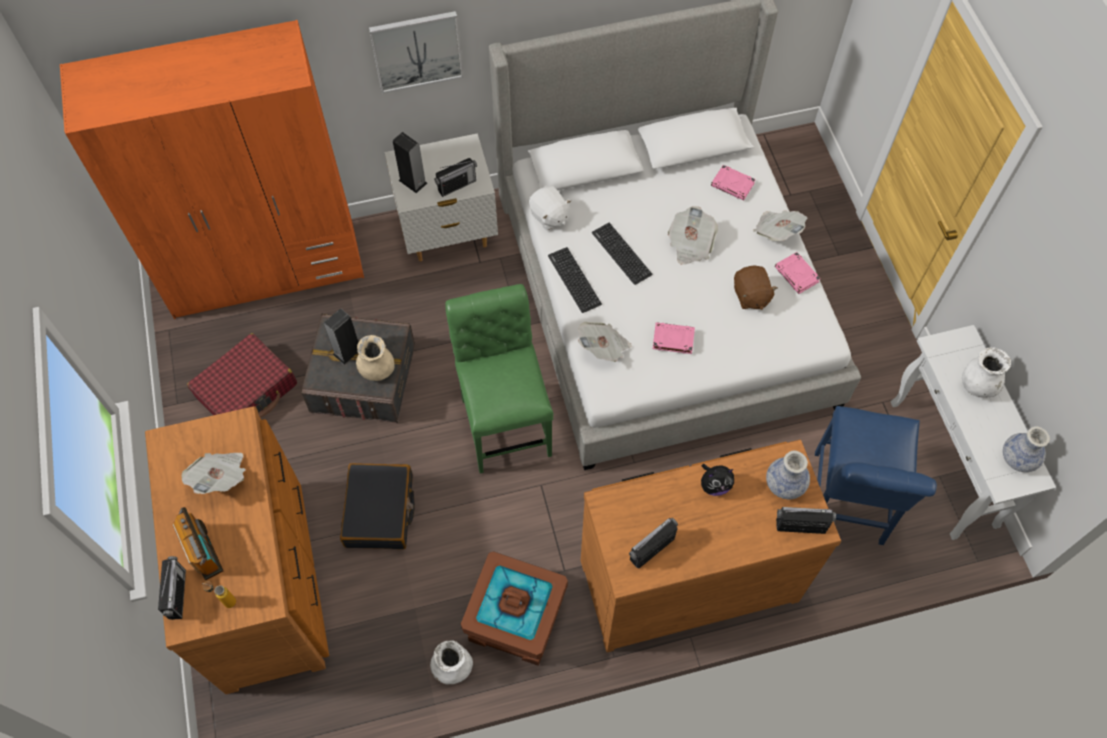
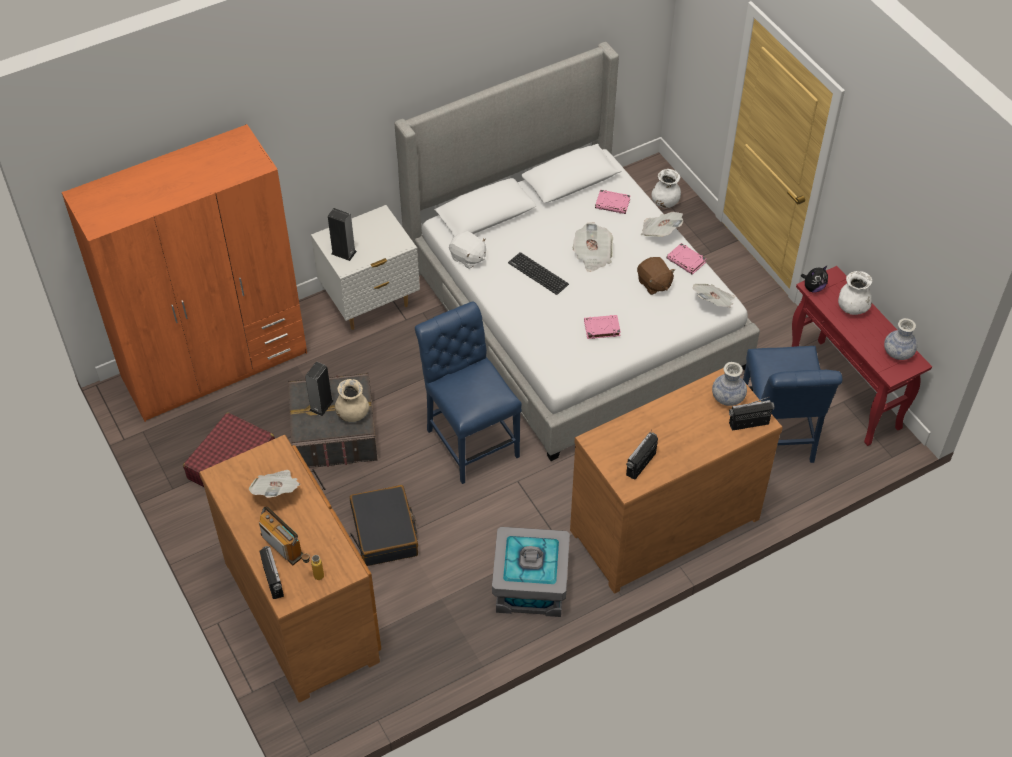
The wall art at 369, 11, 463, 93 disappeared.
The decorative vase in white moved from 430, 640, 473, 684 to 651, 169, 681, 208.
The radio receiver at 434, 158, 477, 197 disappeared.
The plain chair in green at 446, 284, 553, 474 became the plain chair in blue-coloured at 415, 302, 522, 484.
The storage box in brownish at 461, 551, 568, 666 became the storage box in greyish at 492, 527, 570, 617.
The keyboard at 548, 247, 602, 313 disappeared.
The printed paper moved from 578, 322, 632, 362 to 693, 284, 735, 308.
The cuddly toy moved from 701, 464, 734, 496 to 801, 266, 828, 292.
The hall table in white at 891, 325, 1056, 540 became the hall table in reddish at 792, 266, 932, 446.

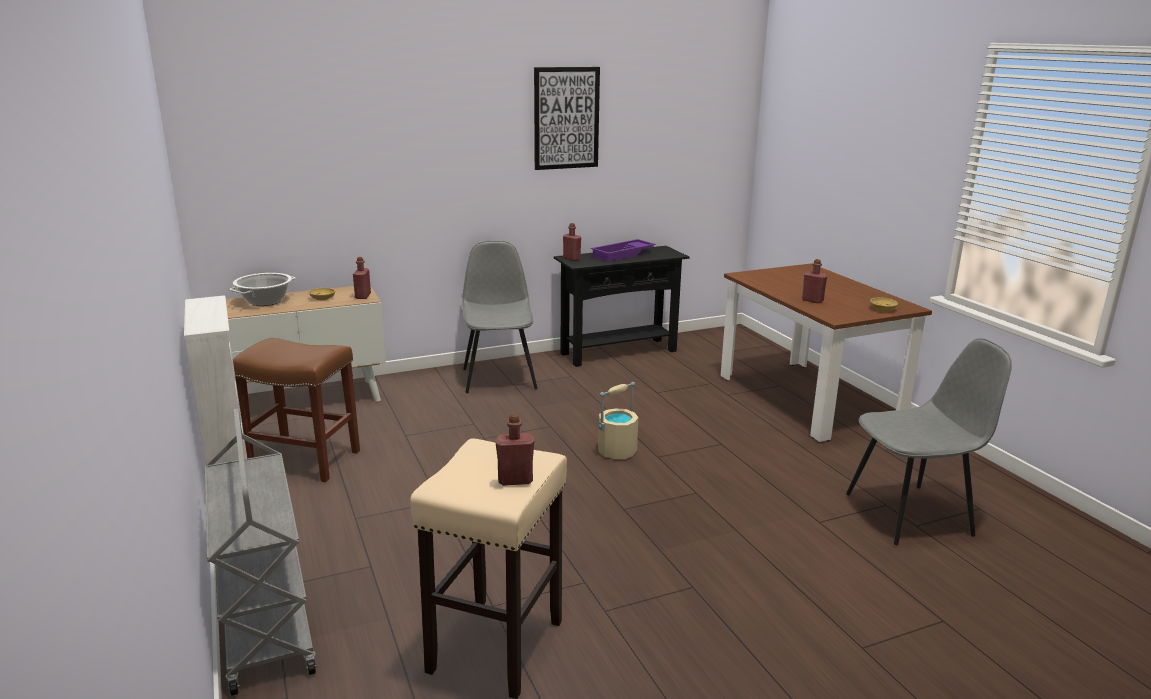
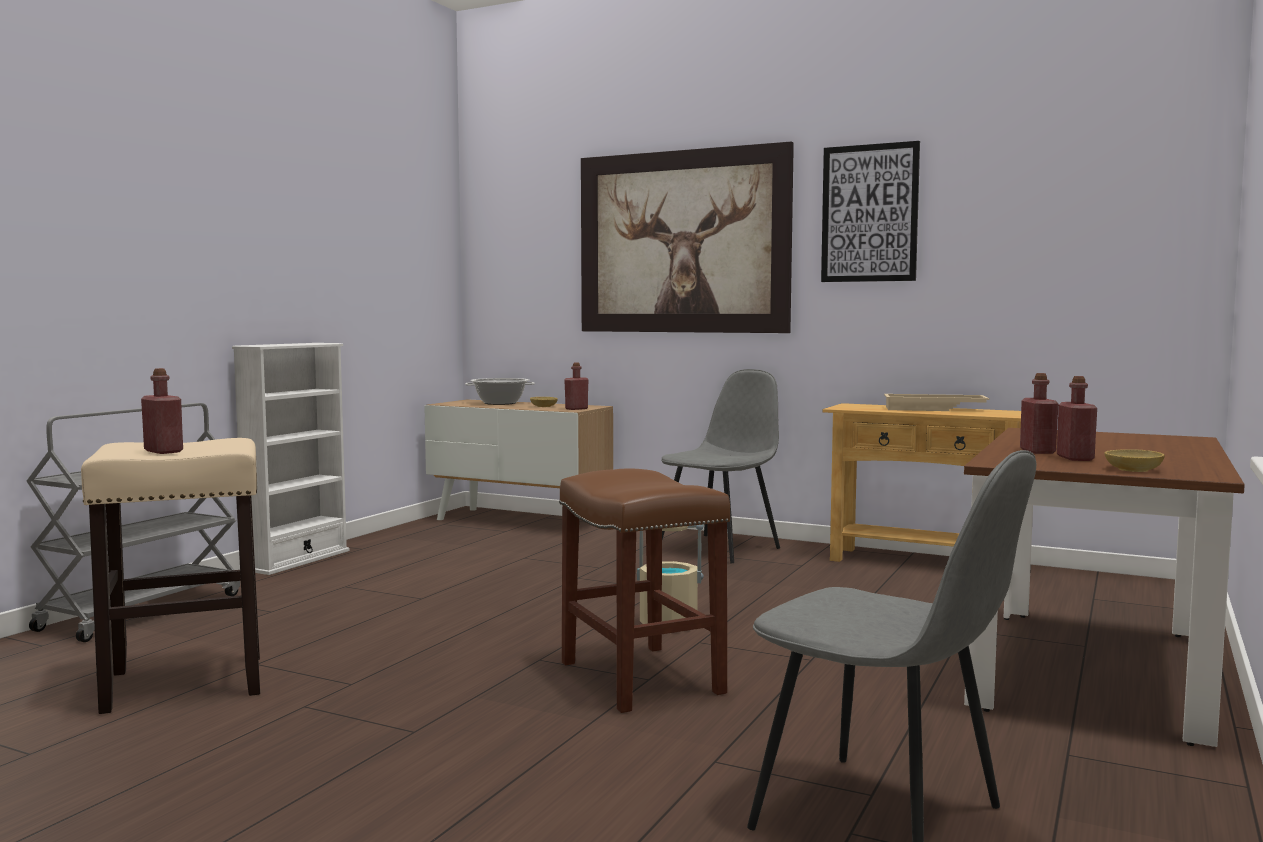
The stool seat in brownish moved from 233, 338, 360, 482 to 559, 468, 730, 713.
The hall table in black-coloured at 554, 246, 690, 367 became the hall table in beige at 822, 403, 1021, 562.
The drink bottle in reddish moved from 563, 223, 581, 261 to 1057, 376, 1097, 461.
The serving tray in purple at 591, 239, 656, 262 became the serving tray in beige at 884, 394, 989, 411.
The wall art at 581, 141, 794, 333 appeared.

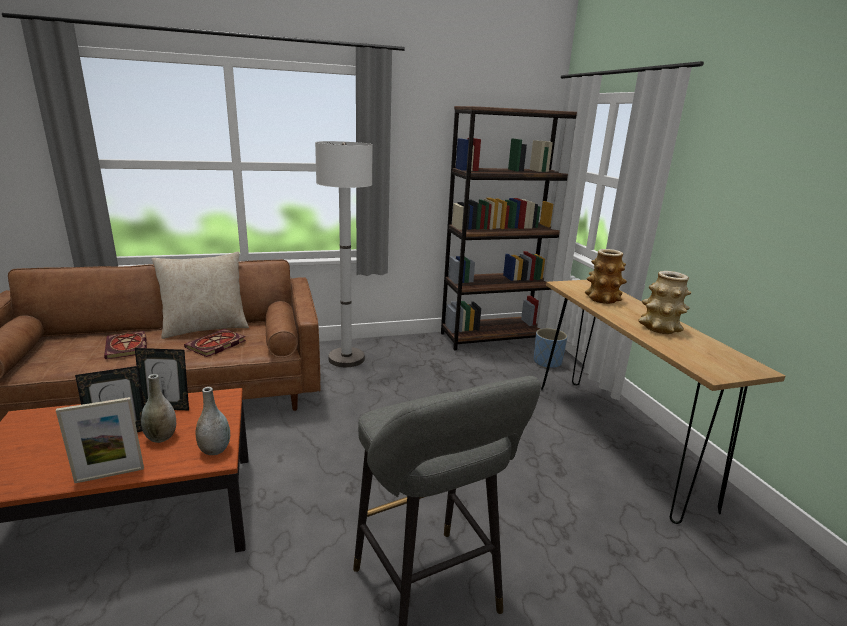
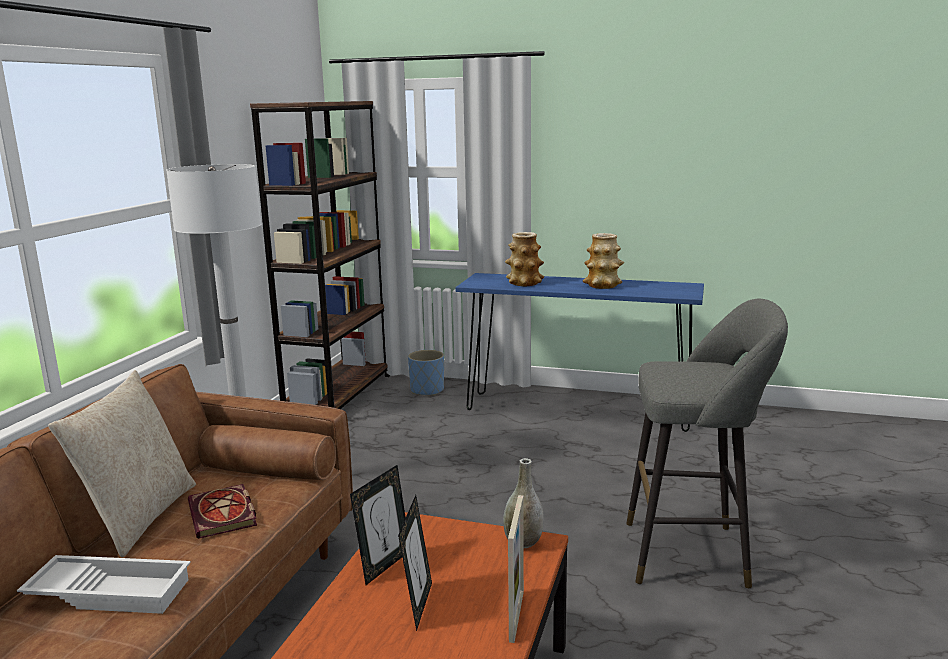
The book at 104, 331, 147, 359 was replaced by the serving tray in white at 17, 555, 191, 614.
The decorative vase in greyish at 141, 374, 176, 443 disappeared.
The hall table in brownish at 541, 280, 786, 524 became the hall table in blue-coloured at 455, 273, 704, 432.

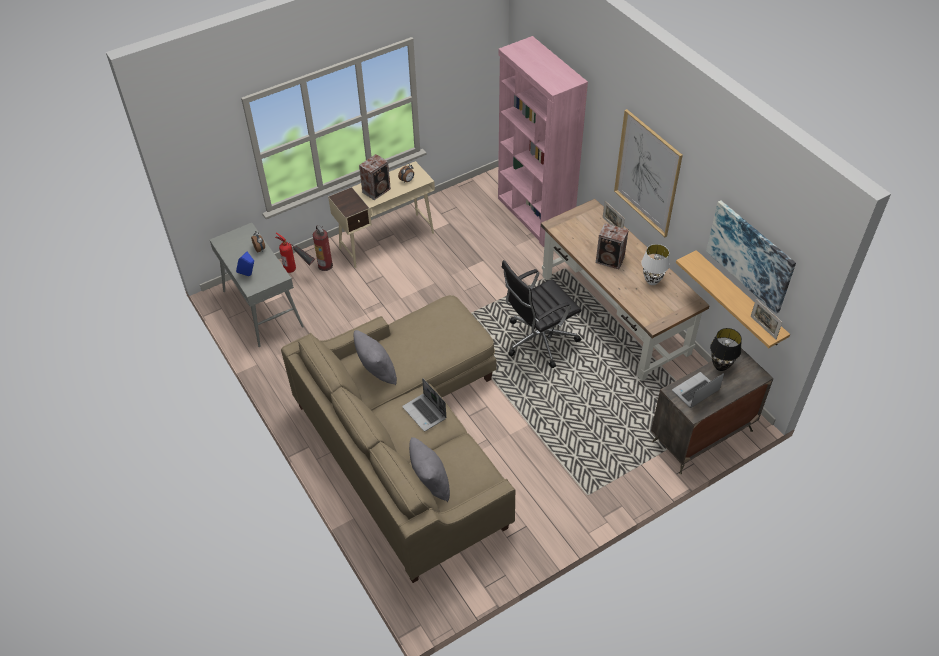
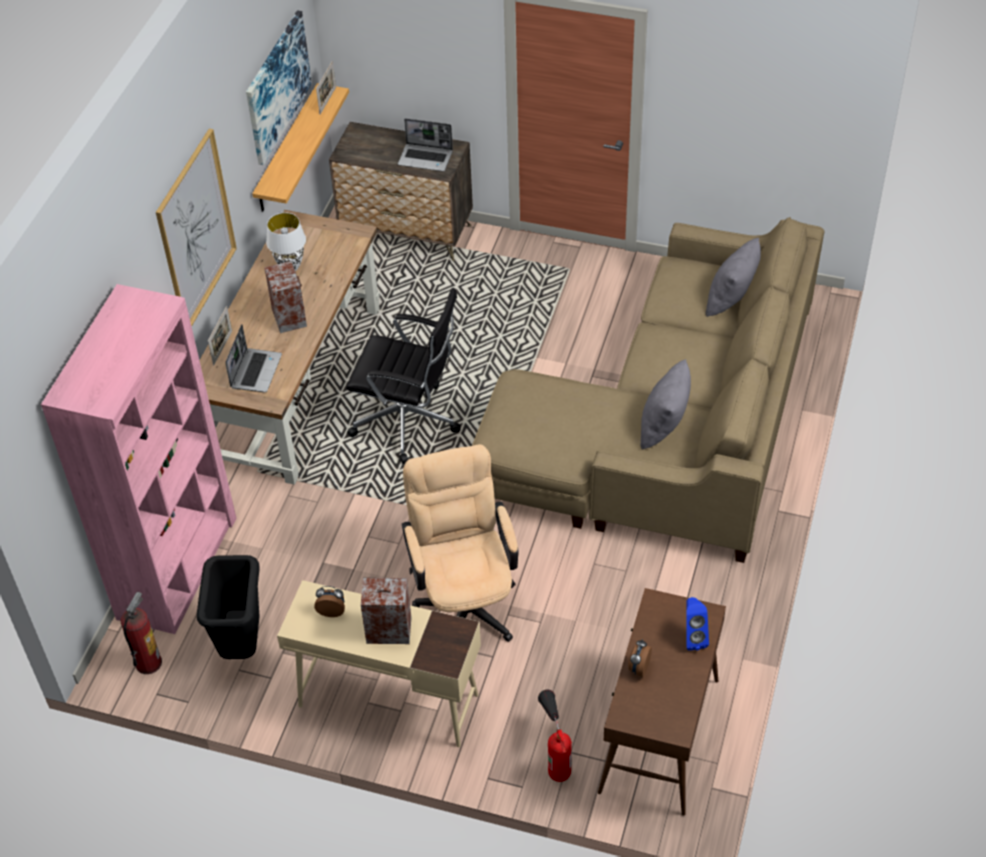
The hall table in greyish at 210, 223, 304, 347 became the hall table in brownish at 598, 588, 726, 816.
The extinguisher moved from 313, 225, 333, 271 to 121, 592, 162, 674.
The notebook computer moved from 402, 378, 446, 431 to 225, 324, 282, 393.
The lamp for a table in black-coloured at 710, 328, 742, 371 disappeared.
The rubbish bin in black-coloured at 197, 555, 260, 659 appeared.
The desk chair in beige at 402, 444, 519, 641 appeared.

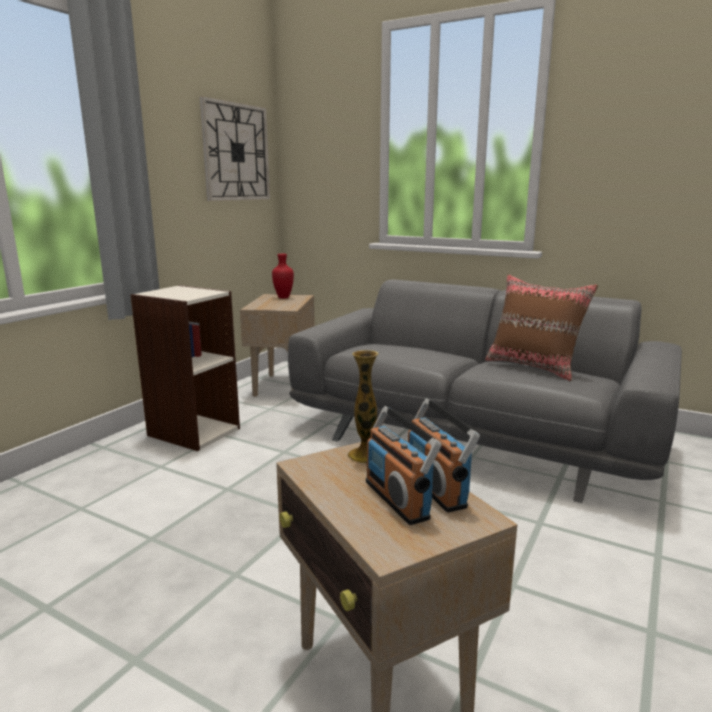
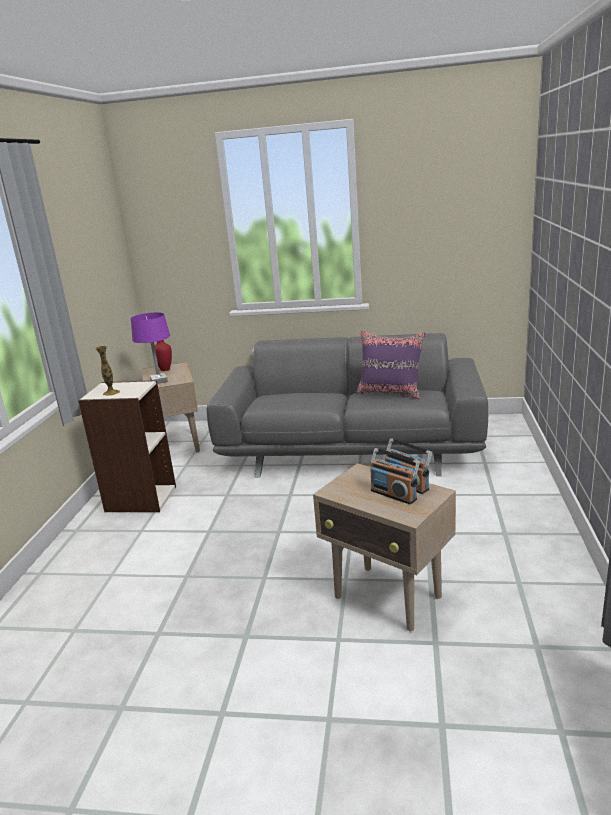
The wall clock at 200, 96, 270, 201 disappeared.
The decorative vase moved from 347, 350, 379, 464 to 95, 346, 120, 396.
The cushion in brownish at 485, 274, 598, 381 became the cushion in purple at 356, 331, 425, 399.
The lamp for a table in purple at 131, 312, 170, 384 appeared.

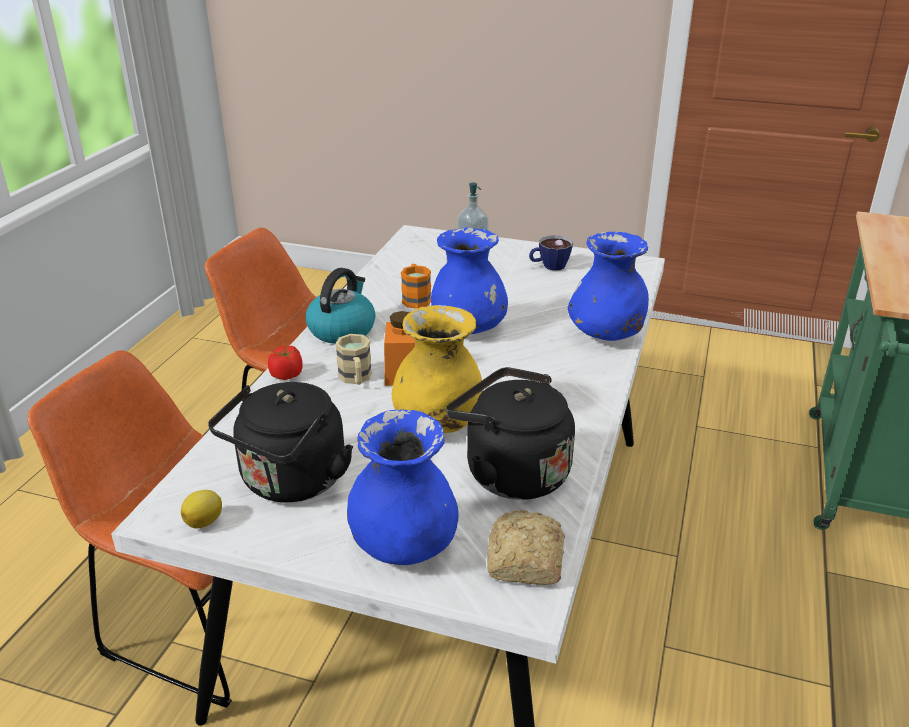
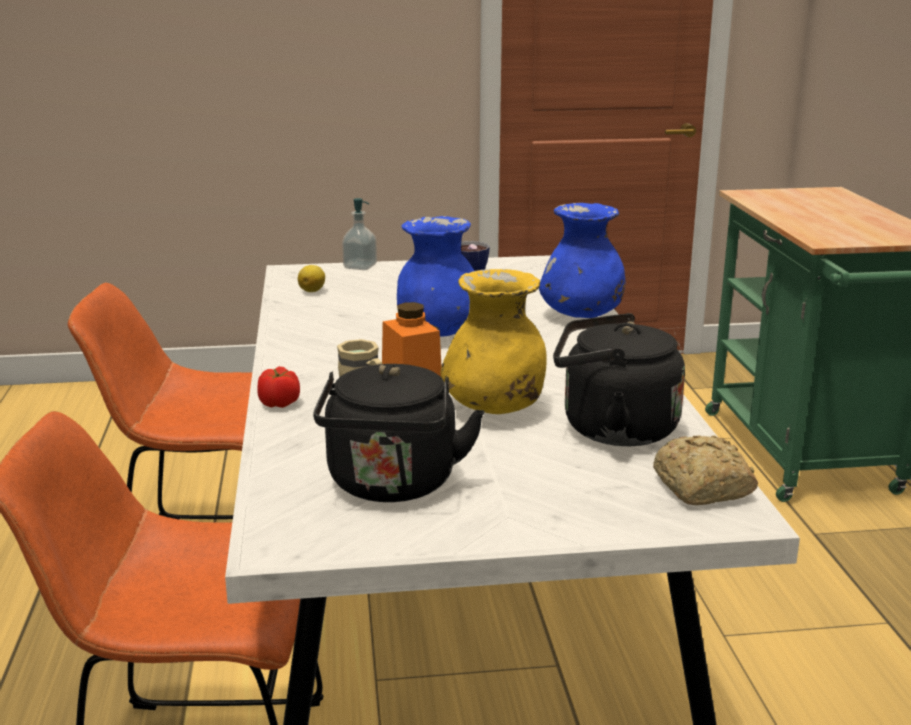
The citrus fruit moved from 181, 490, 222, 529 to 298, 265, 325, 292.
The tea kettle at 305, 268, 376, 344 disappeared.
The decorative vase in blue-coloured at 347, 410, 458, 565 disappeared.
The mug in orange at 401, 264, 431, 309 disappeared.

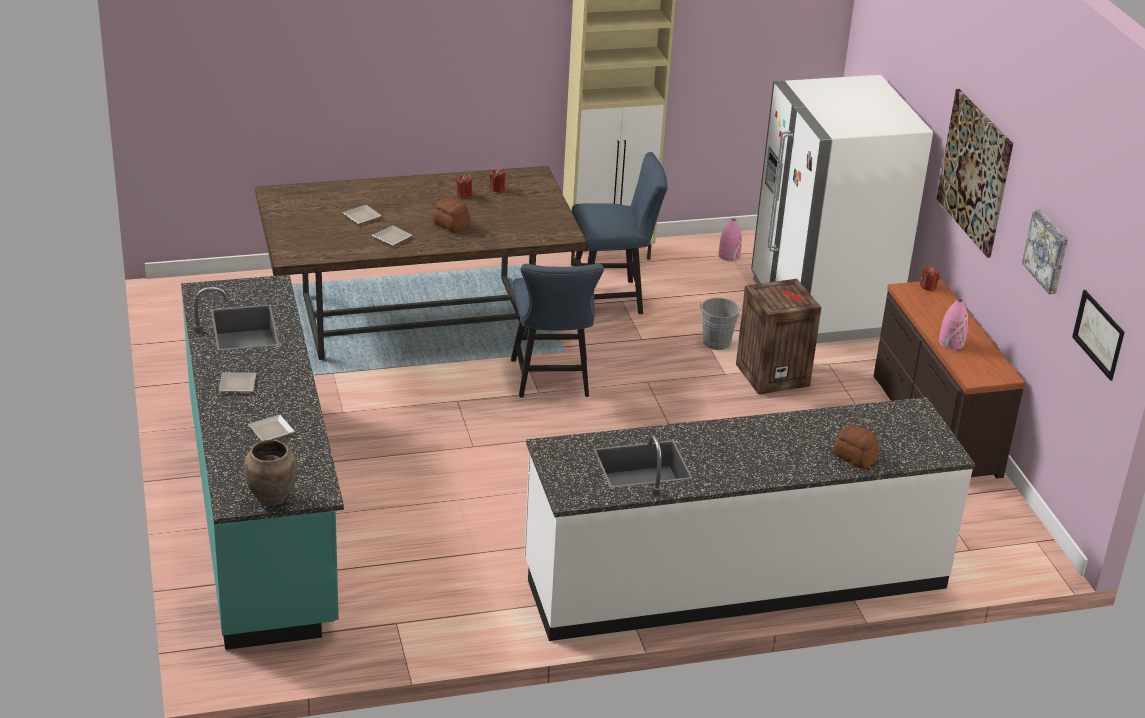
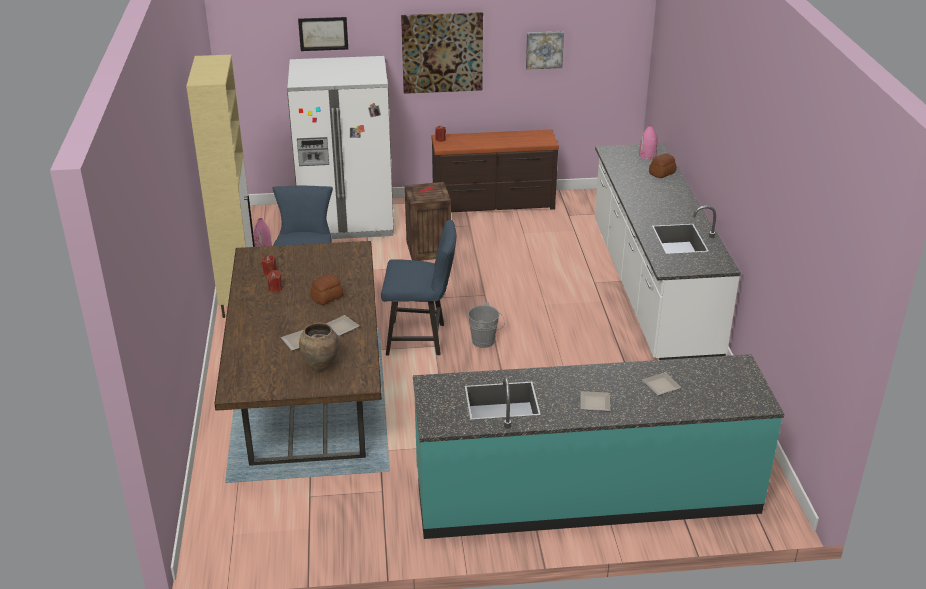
The decorative vase in brownish moved from 244, 440, 297, 506 to 299, 323, 339, 372.
The pail in greyish moved from 700, 298, 742, 350 to 468, 302, 505, 348.
The decorative vase in pink-coloured moved from 939, 299, 968, 350 to 639, 125, 657, 160.
The wall art moved from 1072, 290, 1125, 381 to 298, 17, 348, 51.

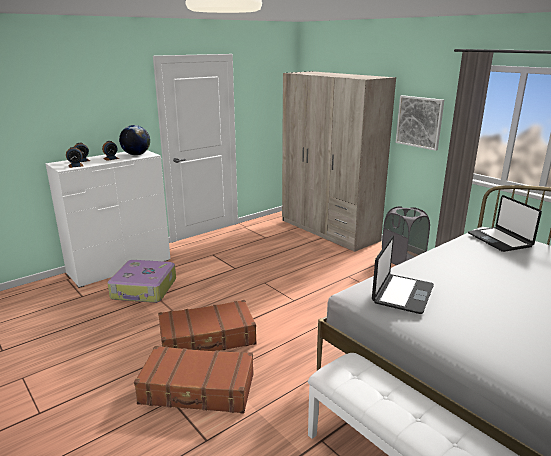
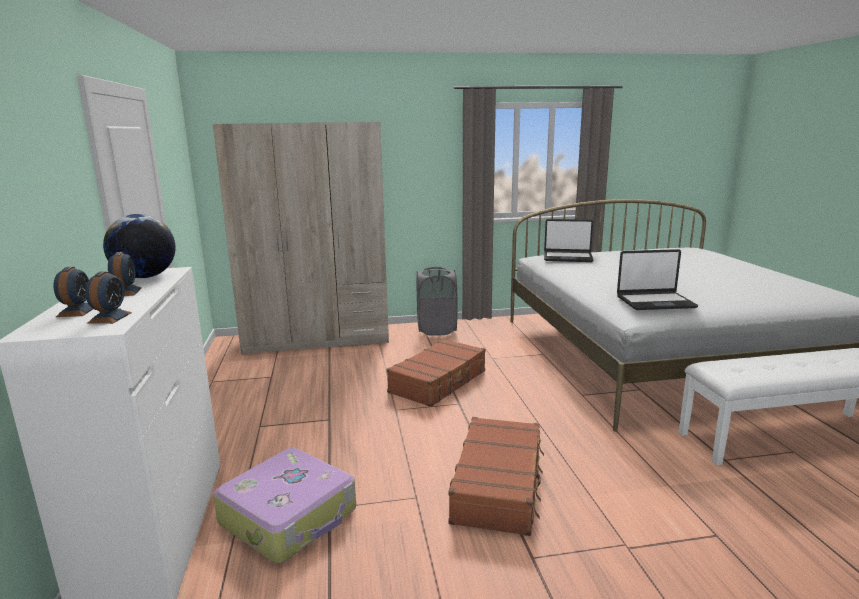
The piece of luggage in brownish moved from 134, 346, 254, 414 to 387, 339, 486, 407.
The notebook computer at 372, 236, 434, 314 turned 120 degrees clockwise.
The wall art at 395, 95, 444, 151 disappeared.

